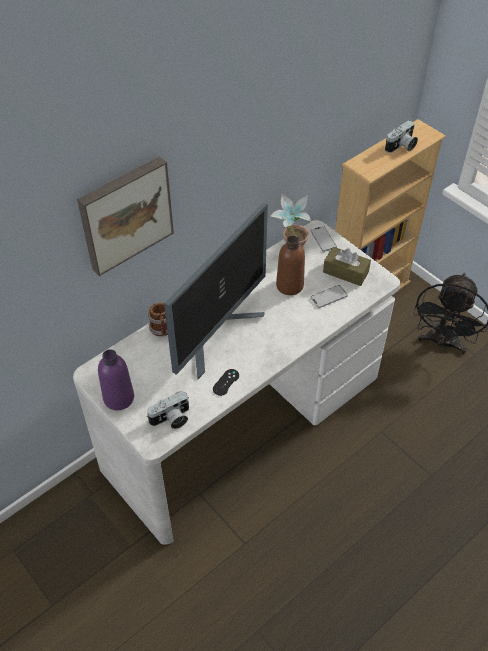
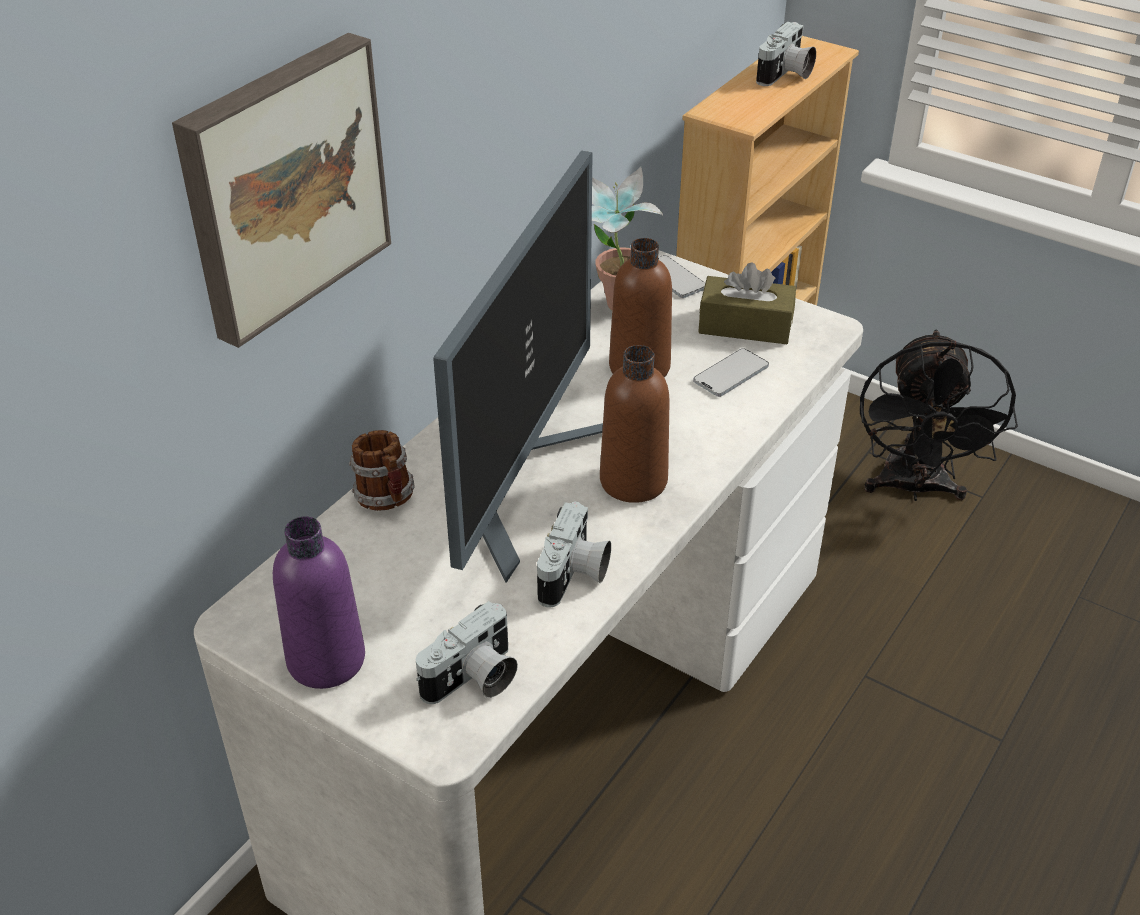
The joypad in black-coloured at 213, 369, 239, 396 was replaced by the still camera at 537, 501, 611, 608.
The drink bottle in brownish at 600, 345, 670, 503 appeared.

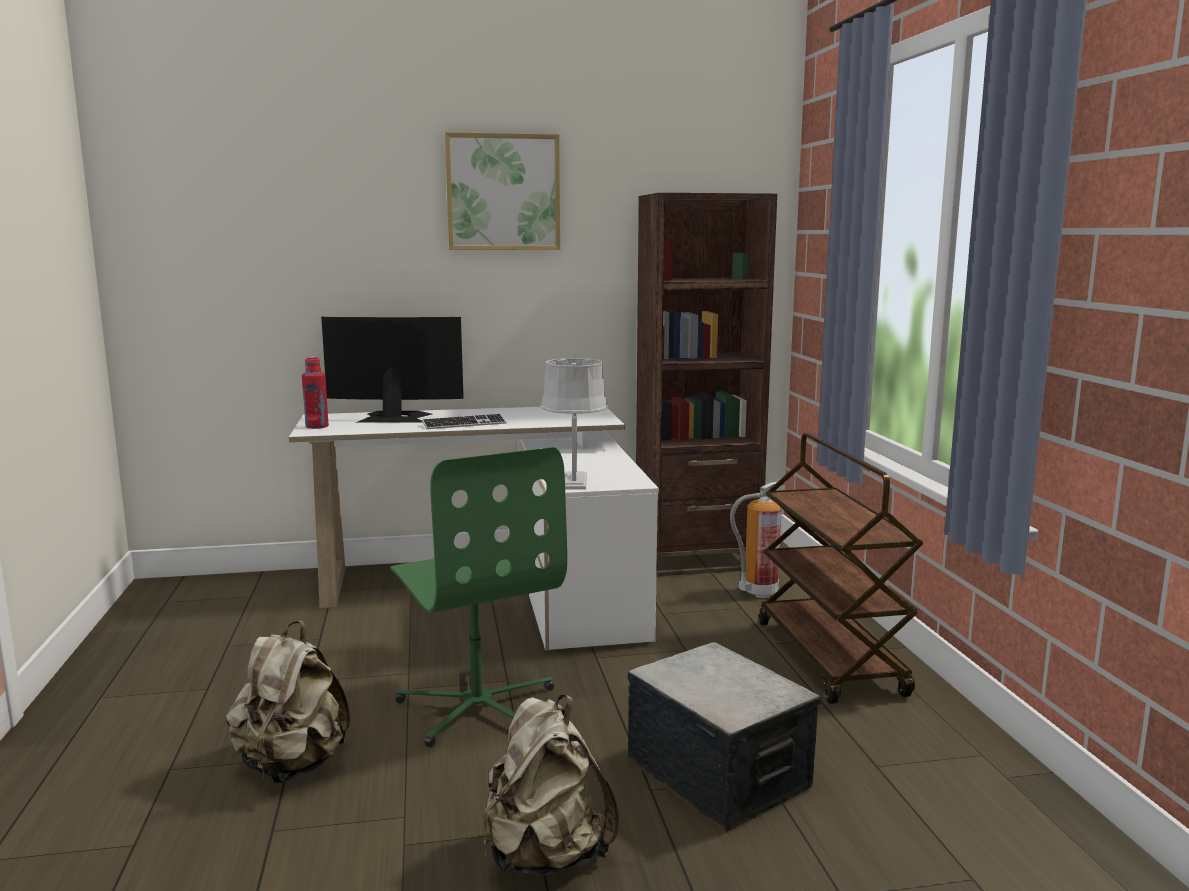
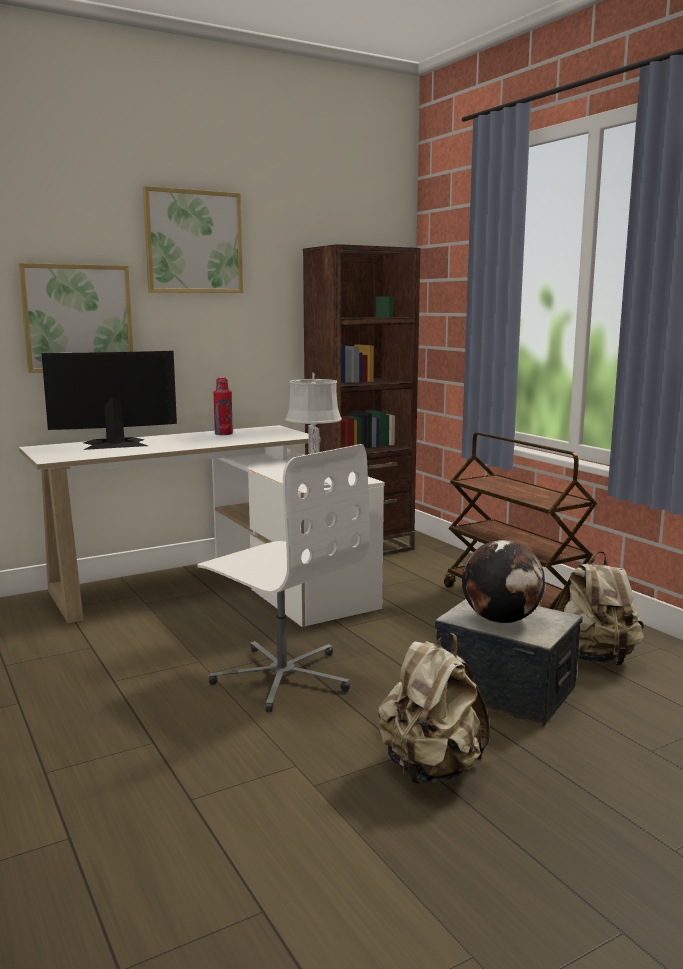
The backpack in beige moved from 226, 621, 350, 783 to 554, 551, 644, 666.
The drink bottle in reddish moved from 302, 357, 329, 429 to 213, 377, 233, 435.
The desk chair in green at 390, 447, 567, 747 became the desk chair in white at 197, 444, 370, 712.
The keyboard at 422, 414, 507, 429 disappeared.
The extinguisher at 730, 482, 786, 598 disappeared.
The wall art at 18, 263, 133, 373 appeared.
The globe at 462, 540, 545, 623 appeared.

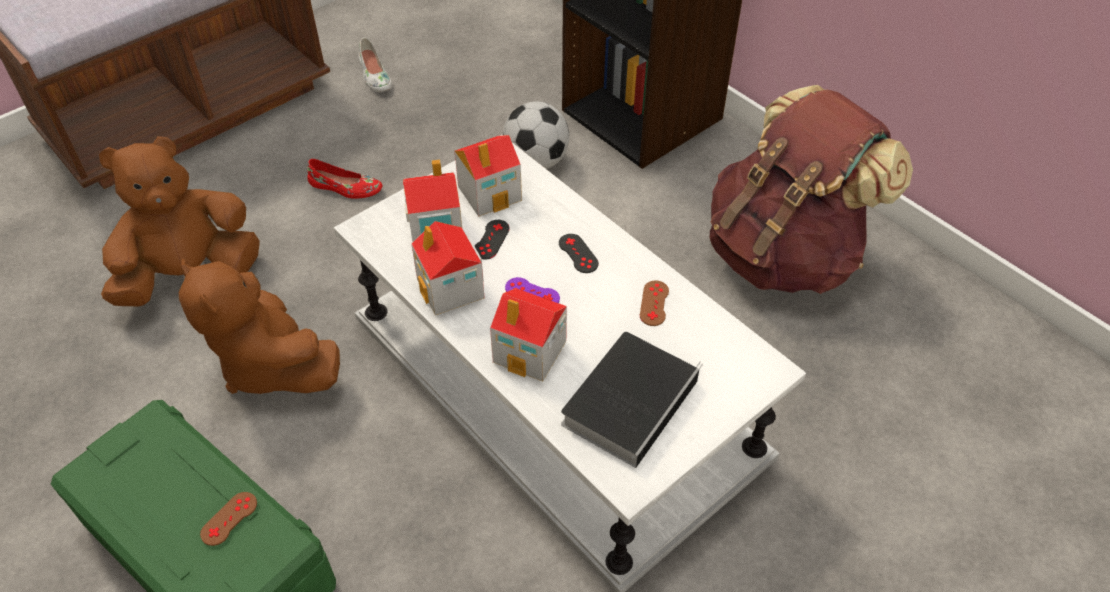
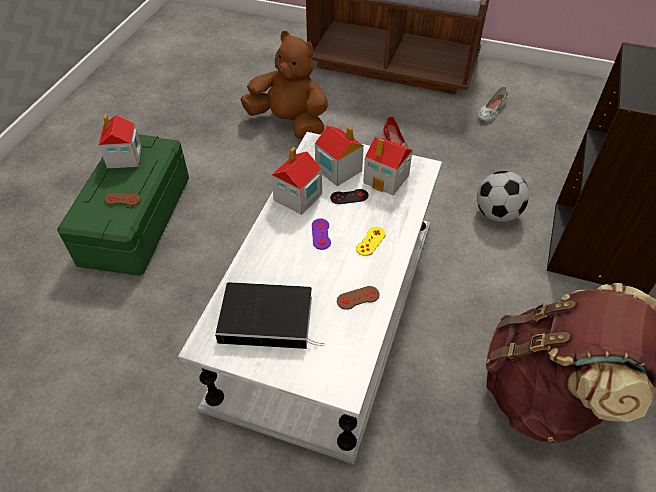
The cuddly toy in brownish at 179, 259, 340, 394 disappeared.
The miniature house moved from 490, 288, 567, 381 to 98, 115, 142, 169.
The joypad in black-coloured at 559, 234, 599, 273 became the joypad in yellow at 356, 227, 386, 256.

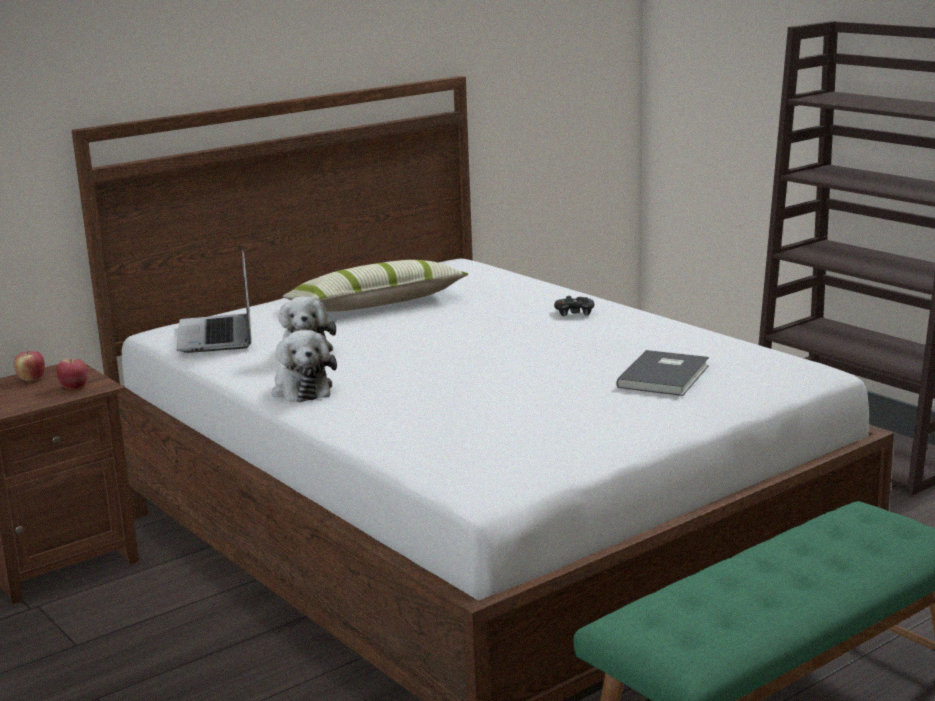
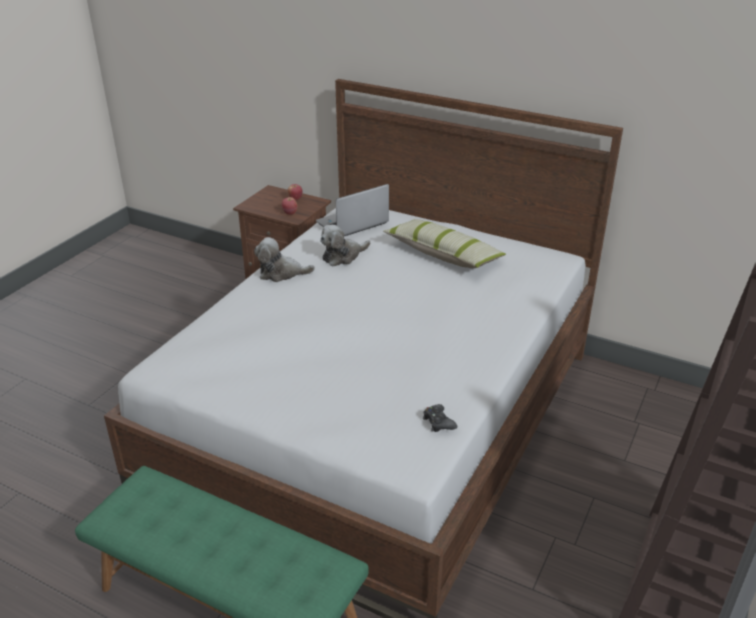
The cuddly toy at 272, 330, 337, 402 turned 45 degrees clockwise.
The joypad in black-coloured moved from 554, 296, 594, 316 to 423, 404, 457, 432.
The book in greyish at 616, 350, 709, 396 disappeared.

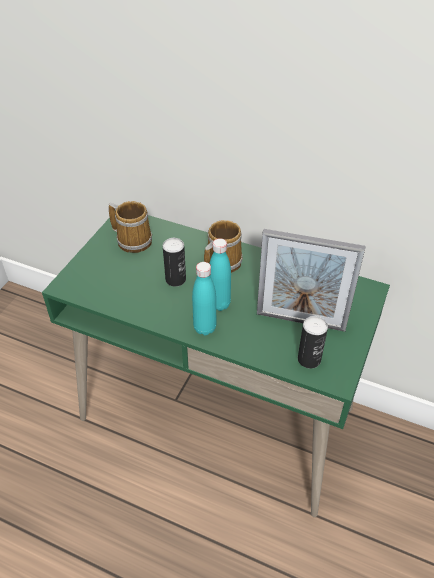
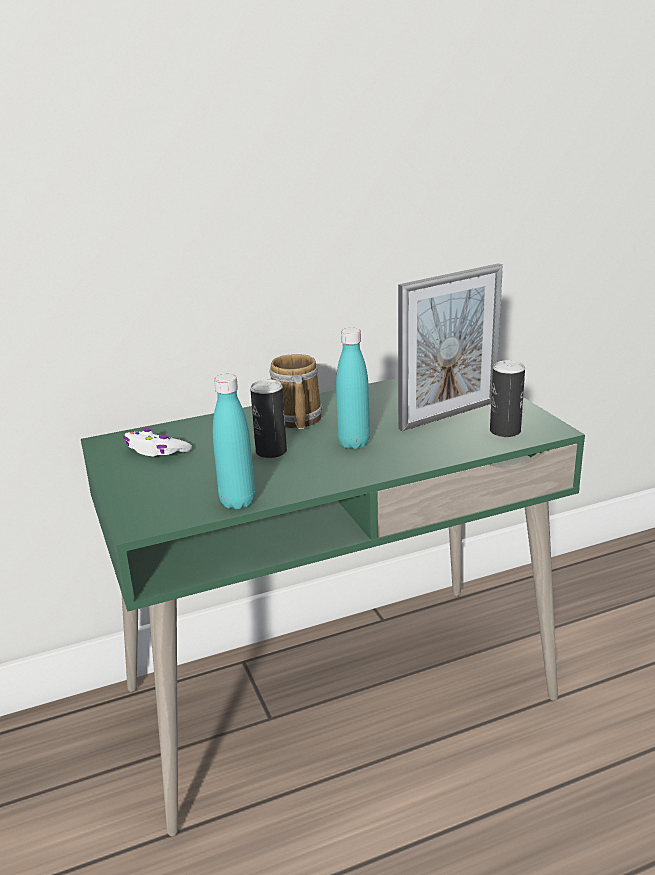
The mug at 109, 201, 152, 253 was replaced by the joypad in white at 123, 428, 192, 457.
The drink bottle in turquoise moved from 192, 262, 216, 335 to 213, 374, 255, 509.

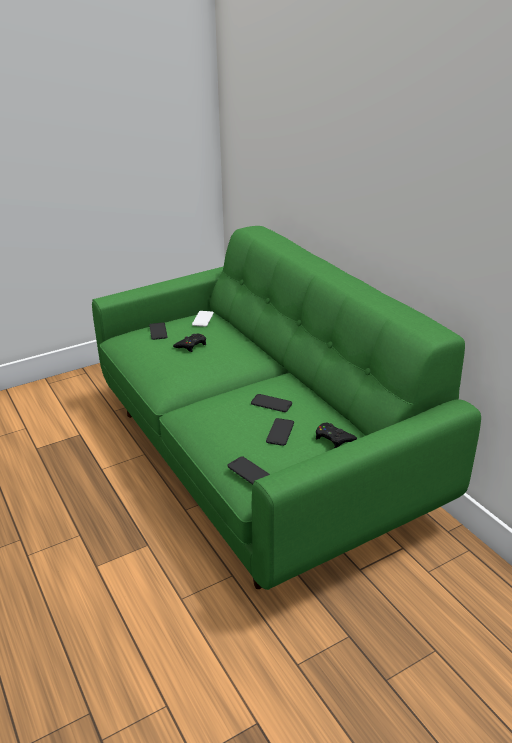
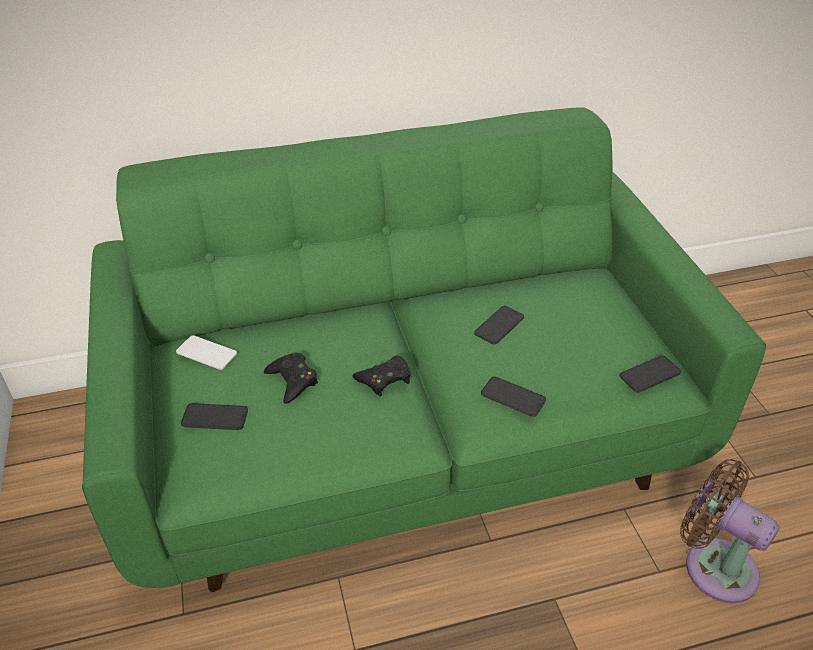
The telephone moved from 266, 418, 294, 446 to 481, 376, 546, 417.
The joypad in black-coloured moved from 316, 423, 357, 448 to 352, 356, 411, 397.
The electric fan in brownish at 680, 459, 780, 603 appeared.

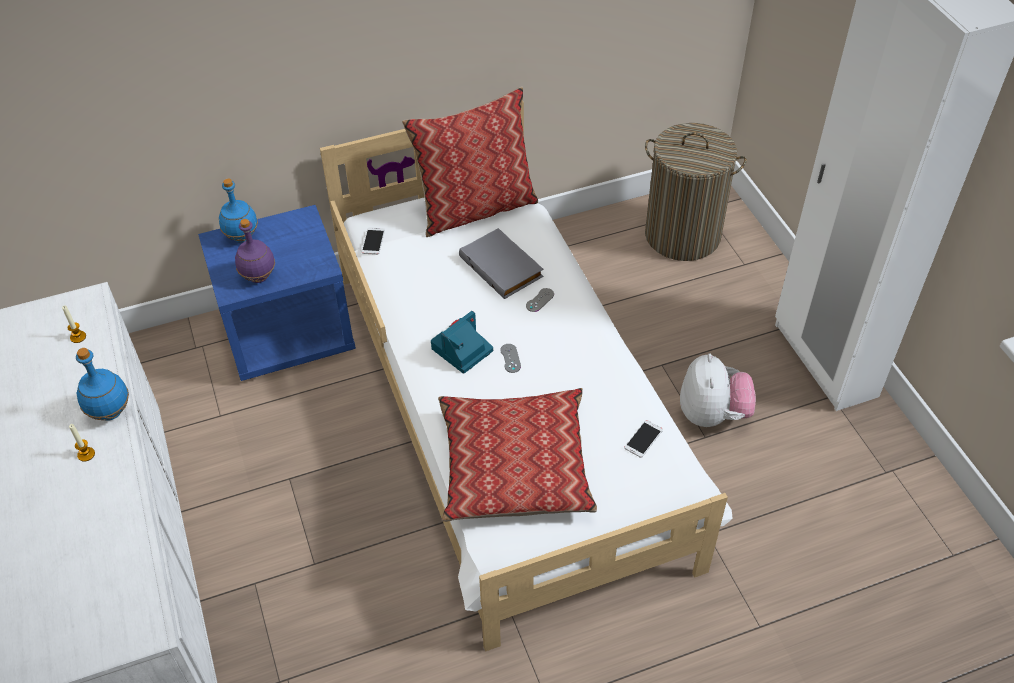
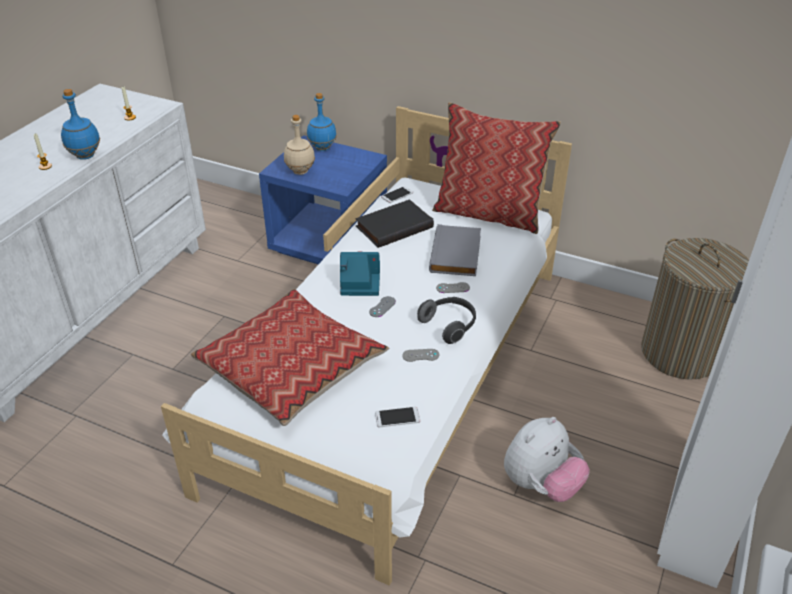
The drink bottle in purple at 235, 219, 275, 283 became the drink bottle in beige at 284, 115, 315, 175.
The book in black-coloured at 355, 199, 434, 248 appeared.
The joypad in greyish at 402, 349, 439, 362 appeared.
The headphones at 417, 297, 476, 344 appeared.

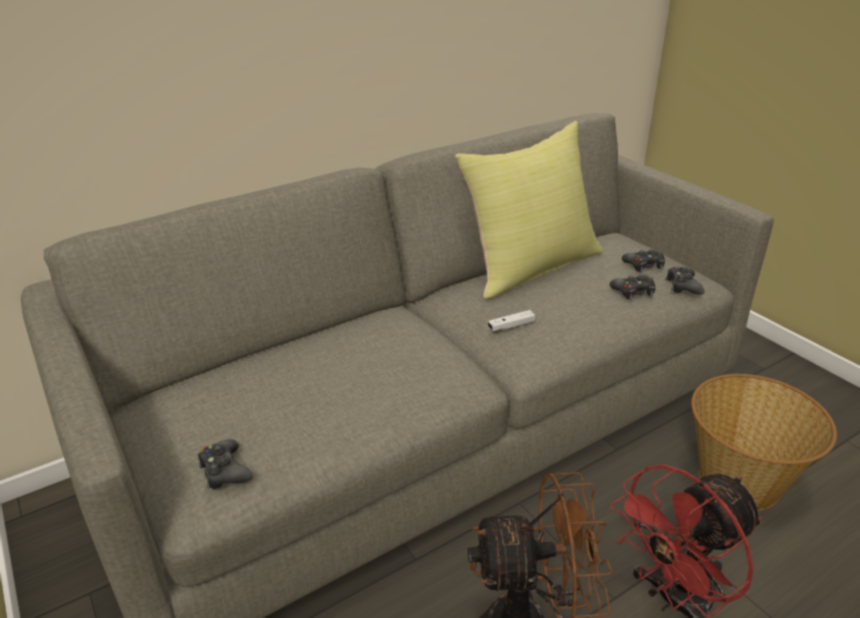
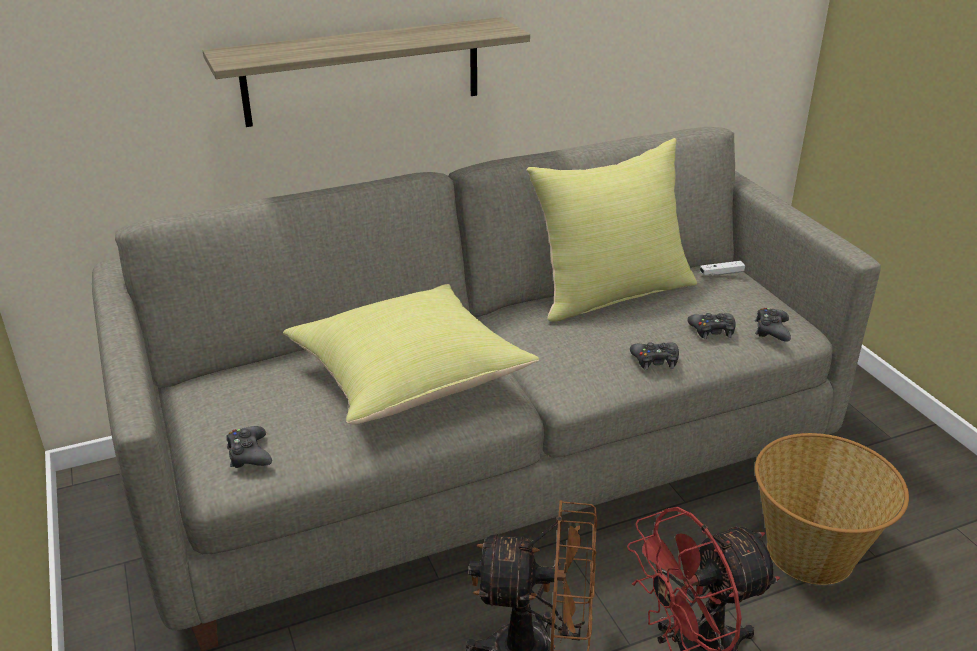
The joypad in white moved from 488, 310, 535, 331 to 700, 261, 745, 276.
The joypad in black-coloured moved from 622, 250, 665, 272 to 630, 342, 679, 370.
The bracket shelf at 203, 17, 530, 127 appeared.
The cushion in yellow at 283, 284, 539, 425 appeared.

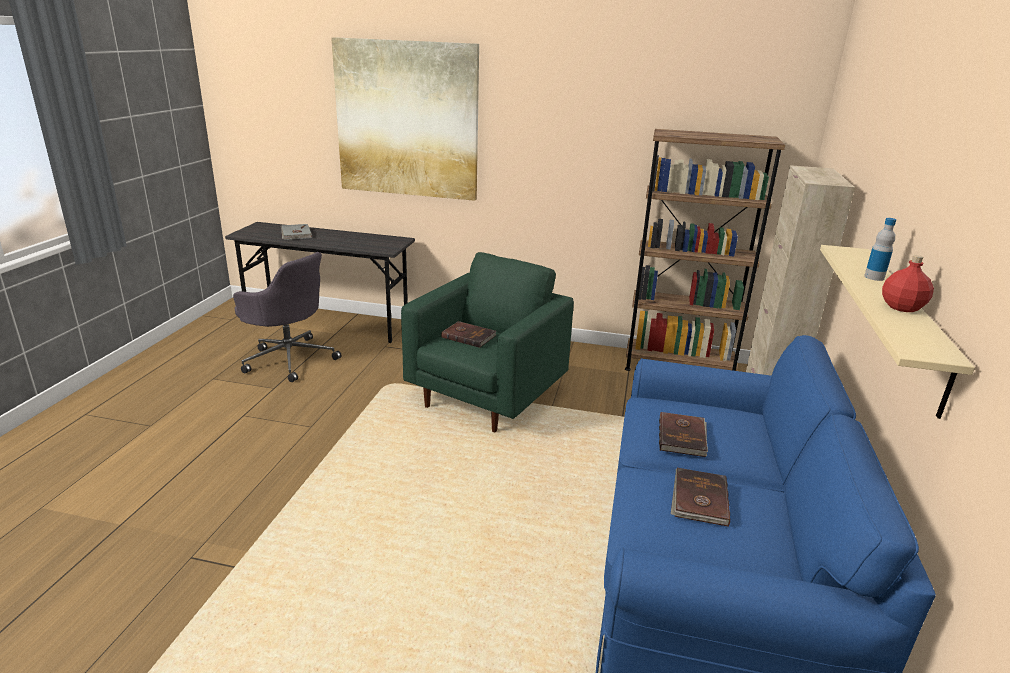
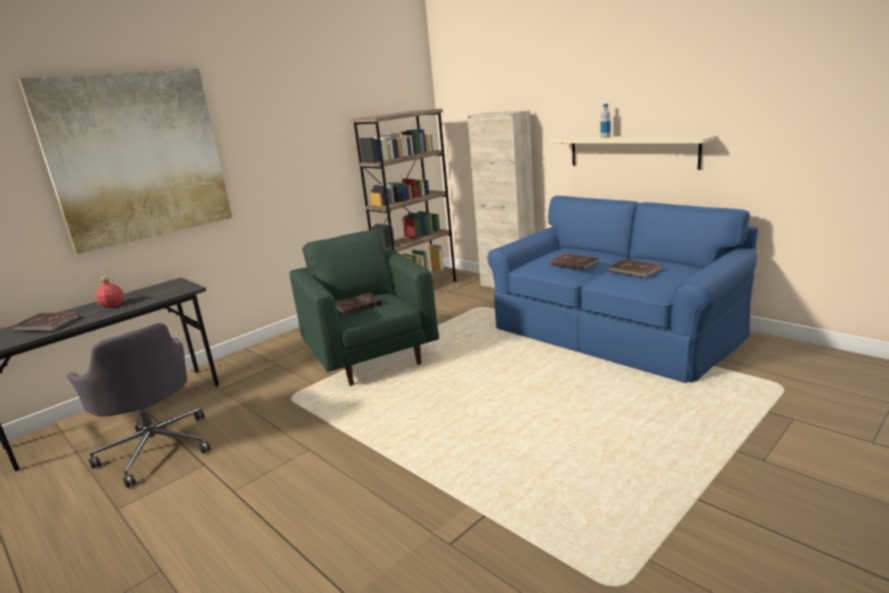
The desk chair in greyish at 233, 252, 342, 382 turned 75 degrees clockwise.
The book in greyish at 281, 224, 312, 240 became the book in brownish at 13, 312, 79, 331.
The drink bottle in reddish moved from 882, 255, 934, 312 to 95, 276, 124, 308.

